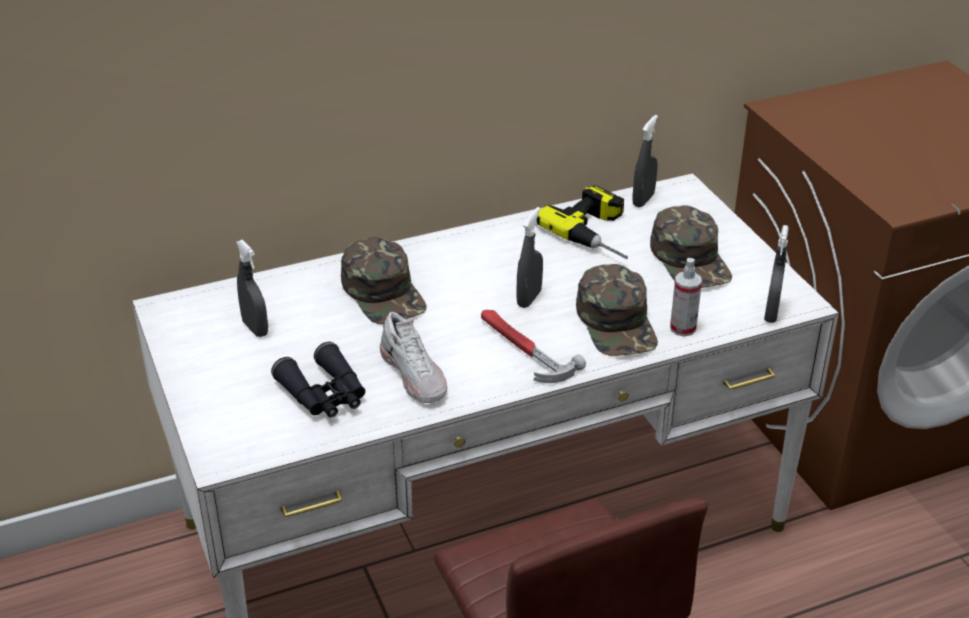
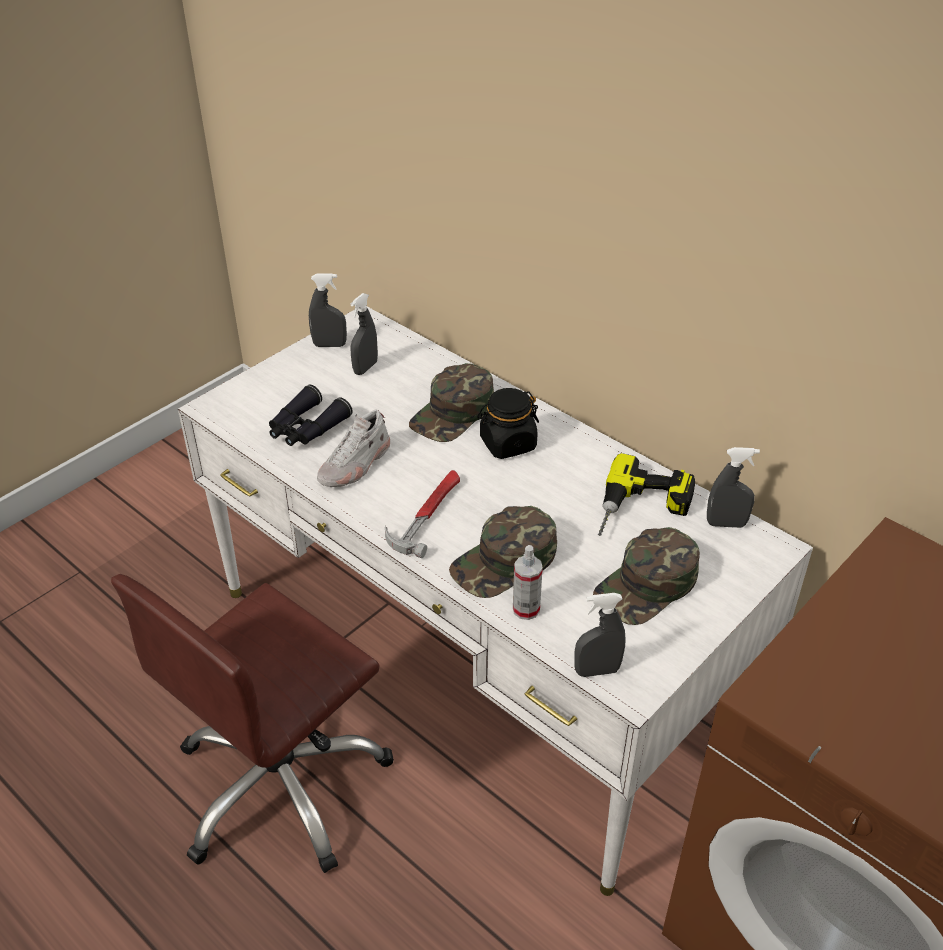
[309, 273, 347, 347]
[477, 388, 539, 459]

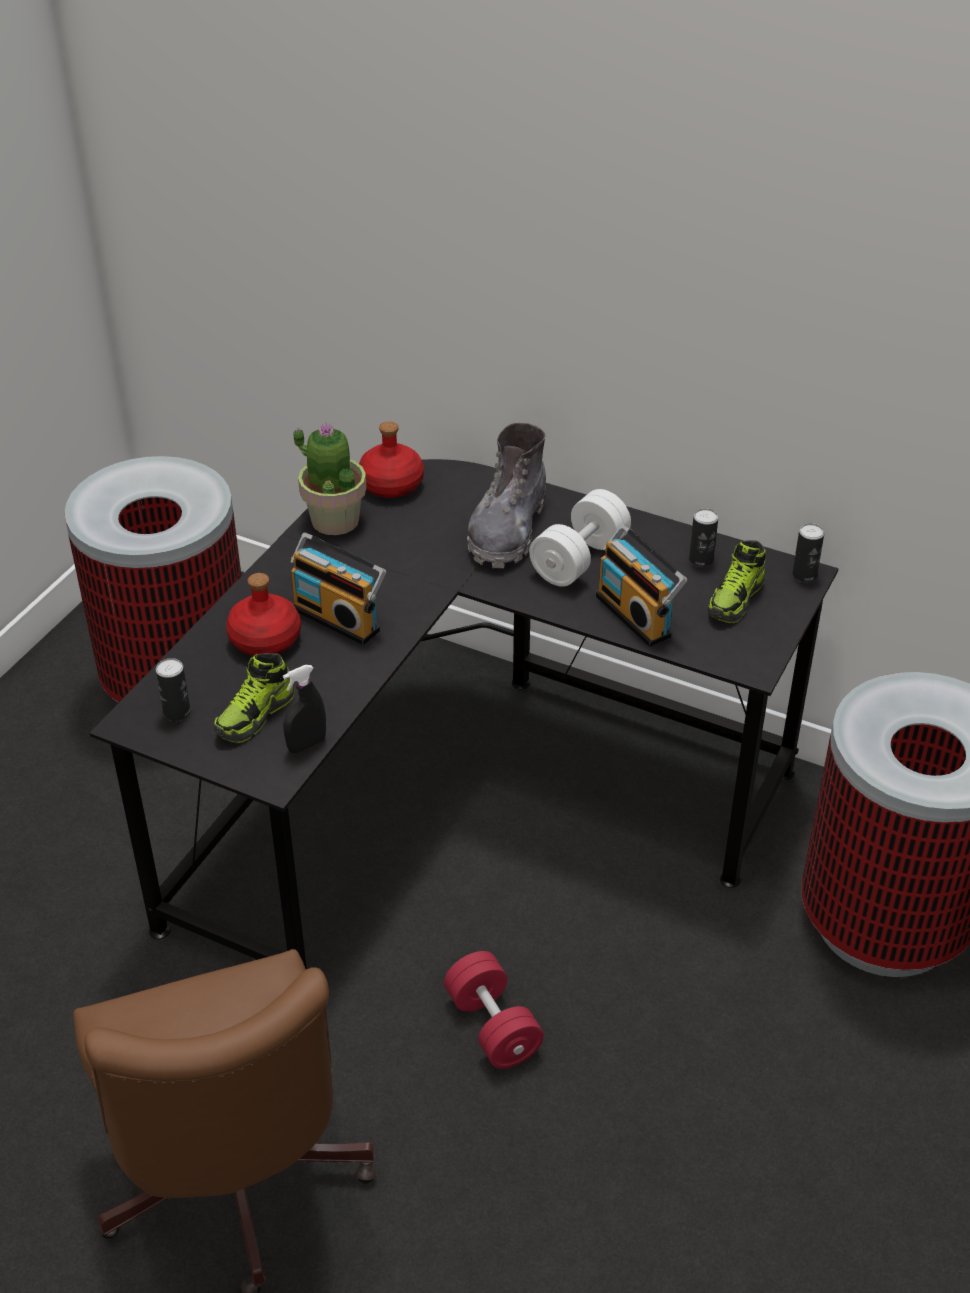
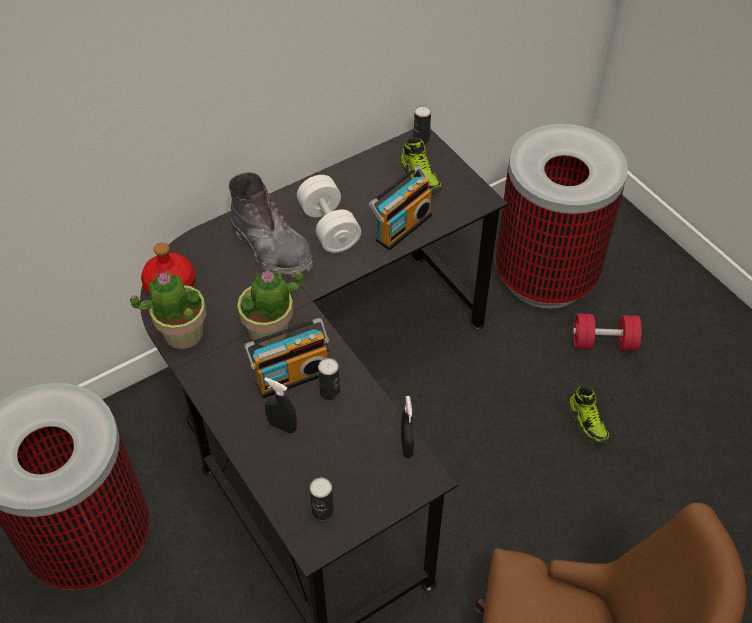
[237, 270, 304, 346]
[264, 377, 297, 434]
[318, 358, 340, 400]
[369, 166, 432, 250]
[569, 386, 609, 444]
[573, 313, 642, 351]

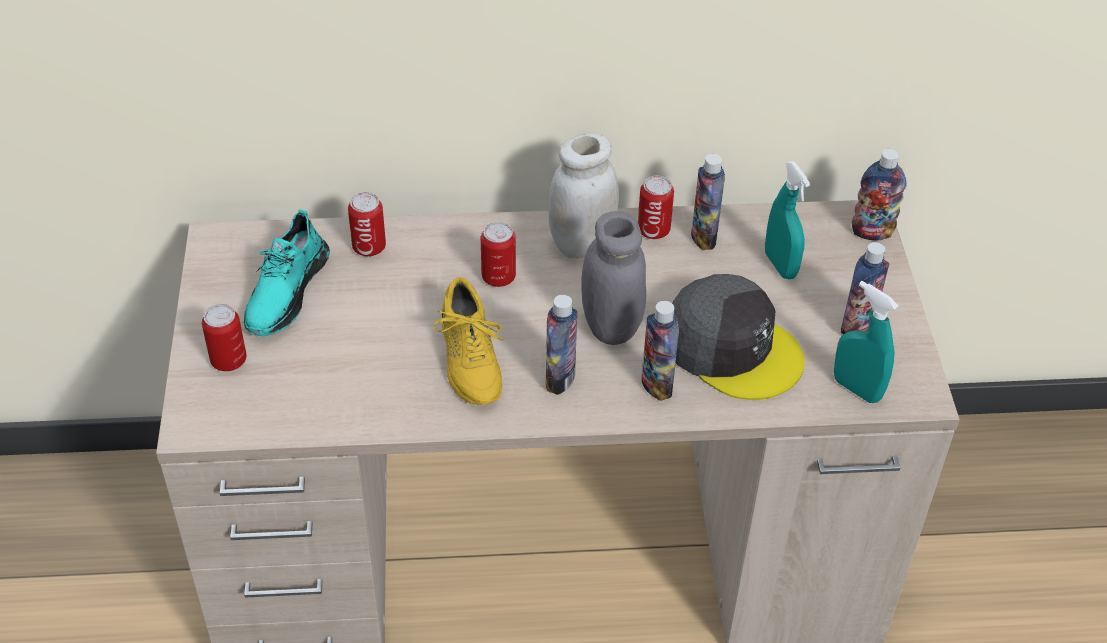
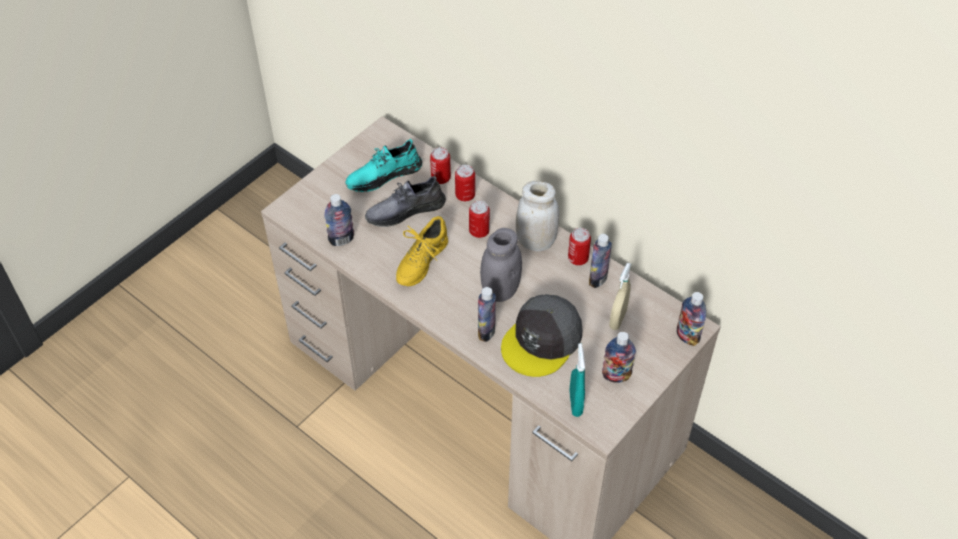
[324, 194, 354, 246]
[365, 176, 446, 227]
[455, 165, 475, 201]
[501, 294, 582, 377]
[609, 263, 631, 330]

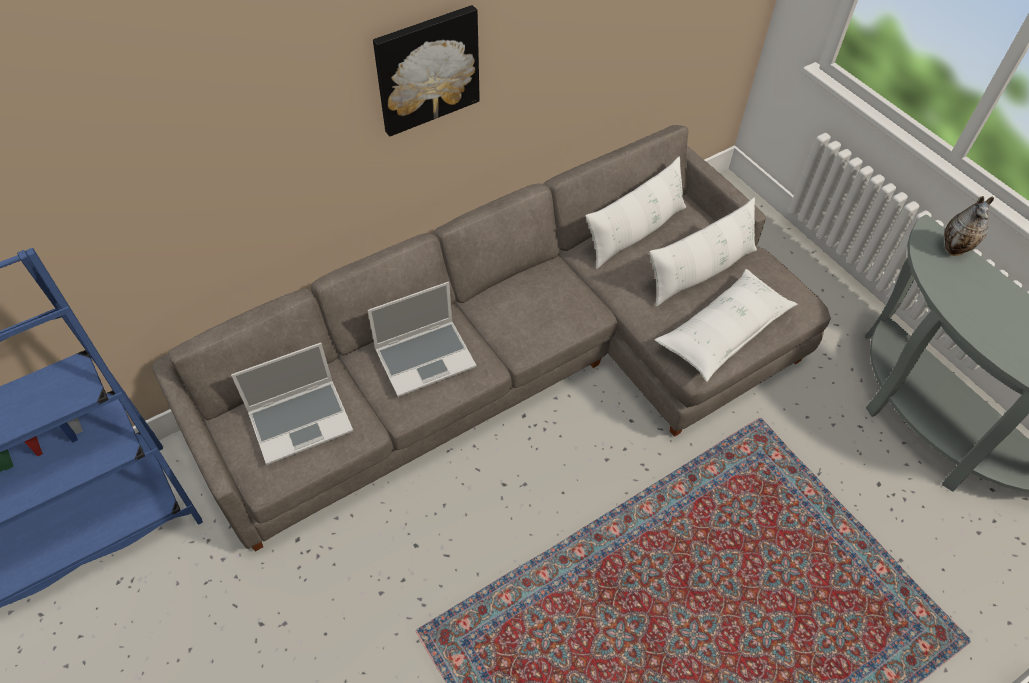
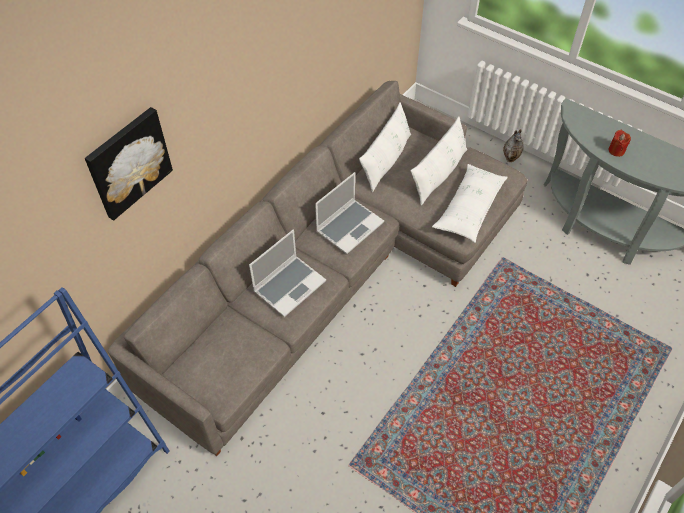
[85, 107, 173, 221]
[315, 172, 384, 254]
[503, 129, 524, 162]
[608, 130, 631, 157]

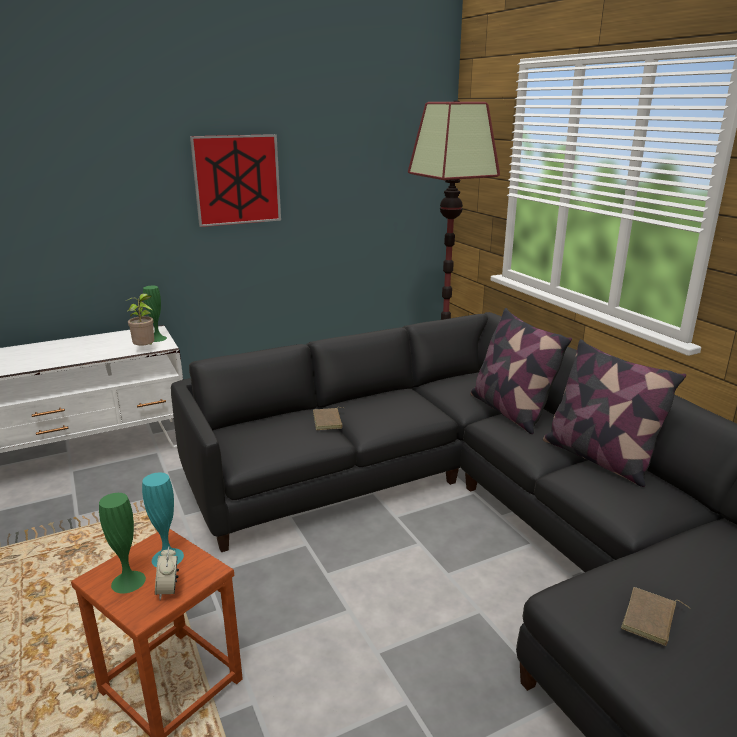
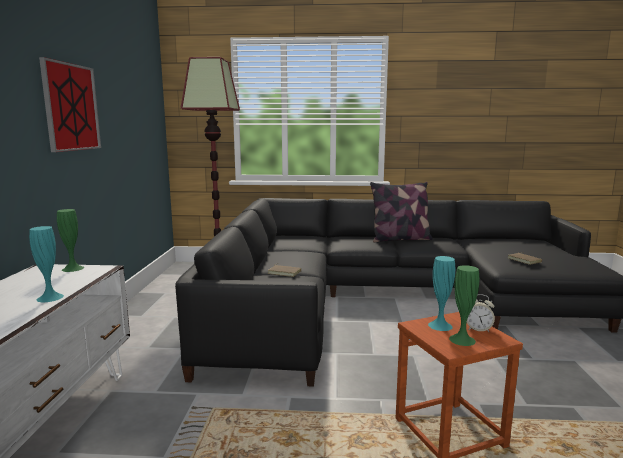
[29, 226, 64, 302]
[126, 294, 155, 346] (first image)
[470, 308, 572, 434] (first image)

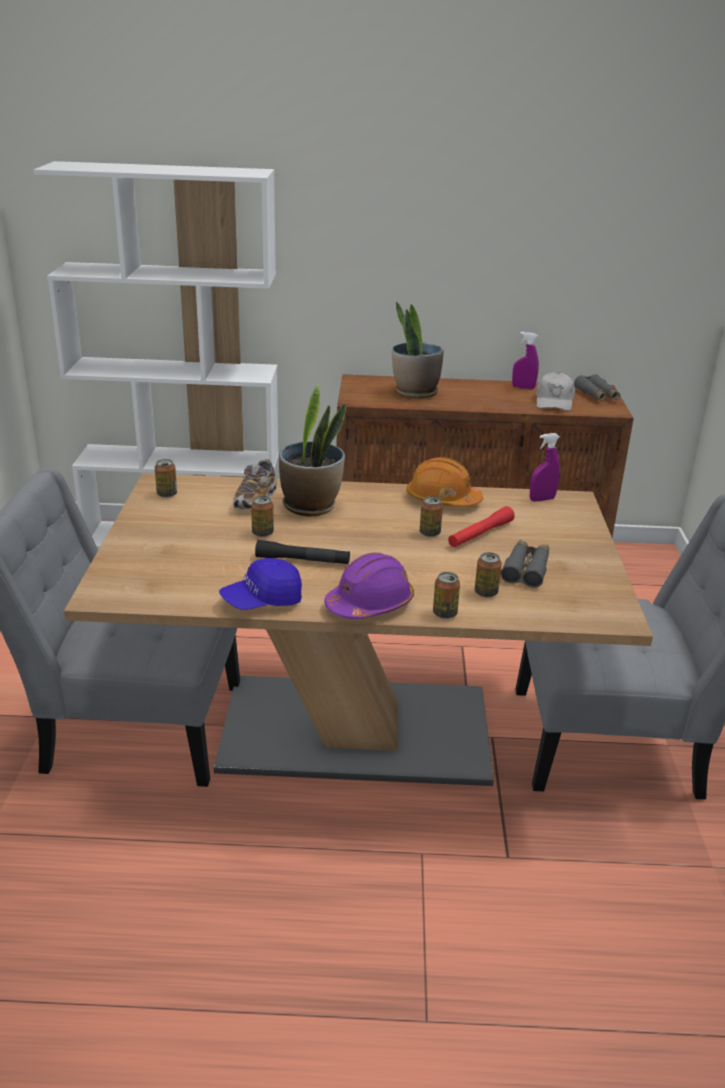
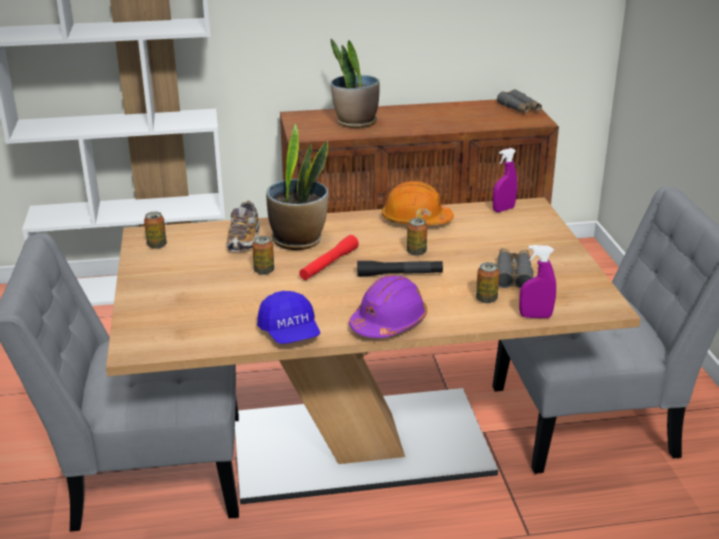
[257, 291, 320, 344]
[299, 235, 359, 280]
[357, 261, 443, 277]
[519, 245, 556, 318]
[433, 572, 460, 619] (first image)
[536, 372, 575, 411] (first image)

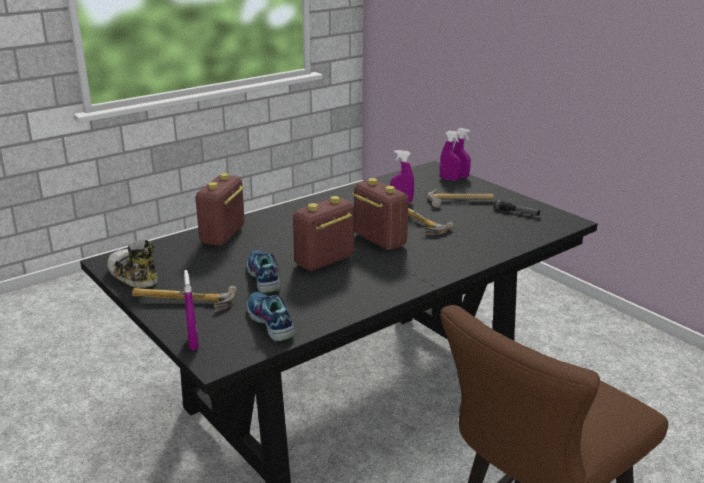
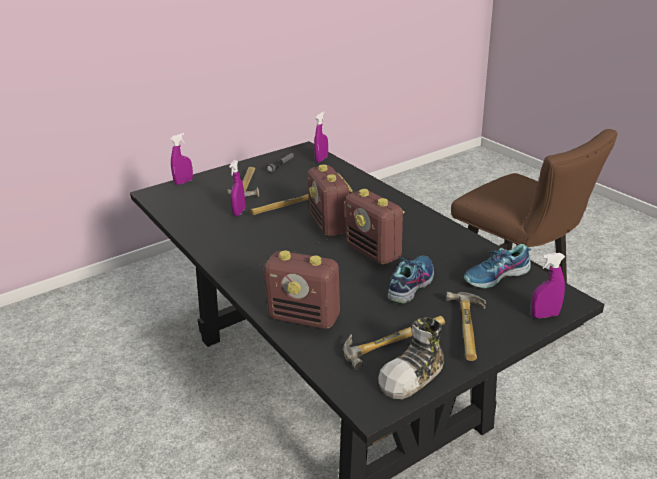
[308, 164, 353, 236]
[314, 112, 328, 162]
[343, 316, 445, 370]
[388, 254, 434, 304]

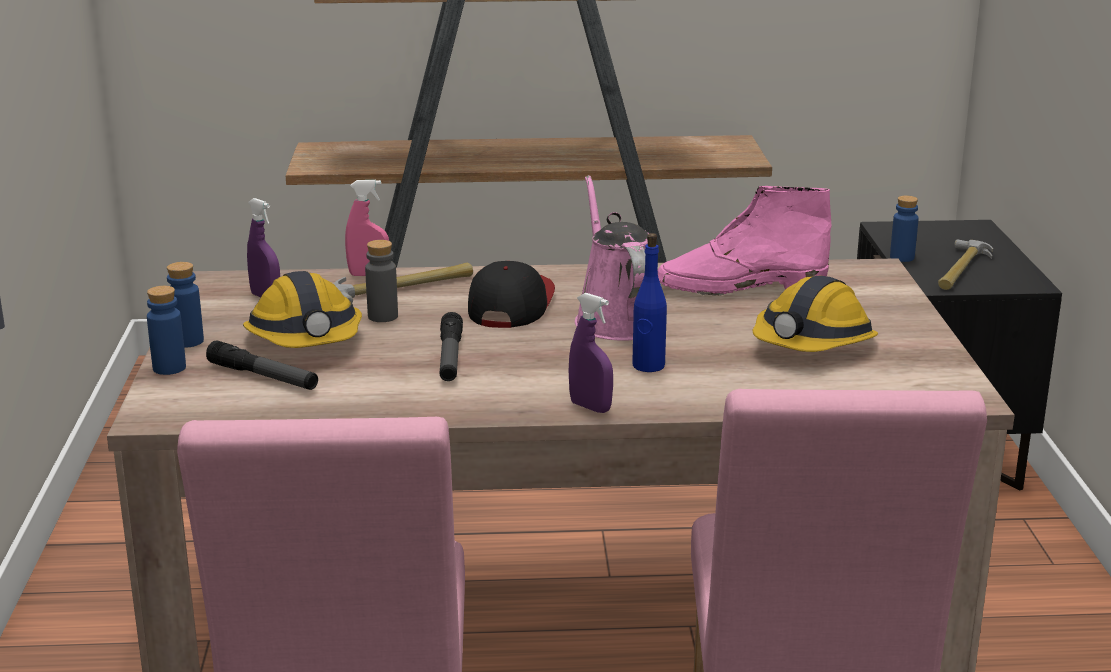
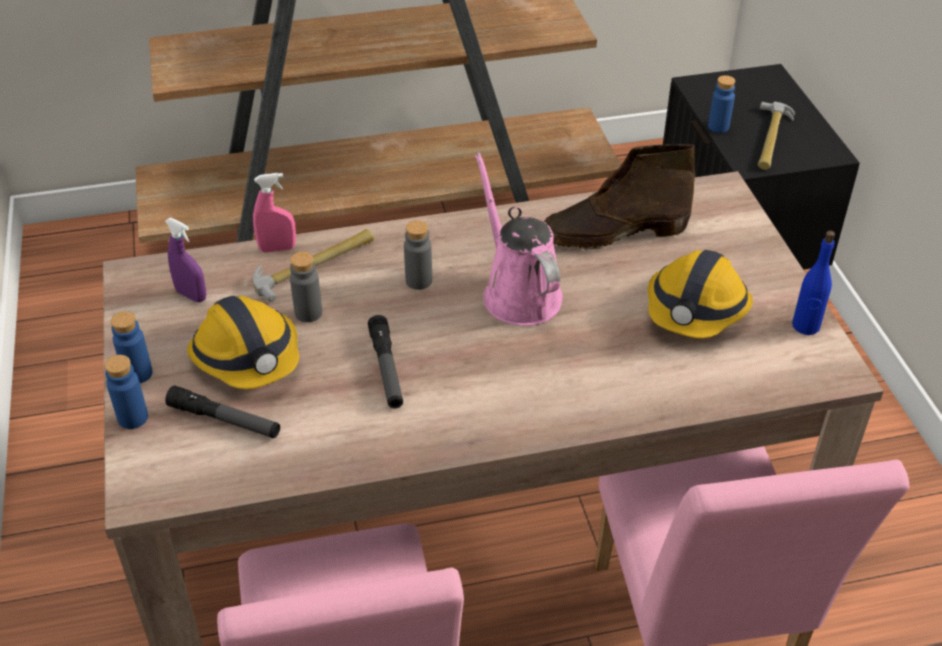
[404, 220, 432, 290]
[544, 144, 695, 250]
[792, 230, 835, 335]
[569, 293, 613, 413] (first image)

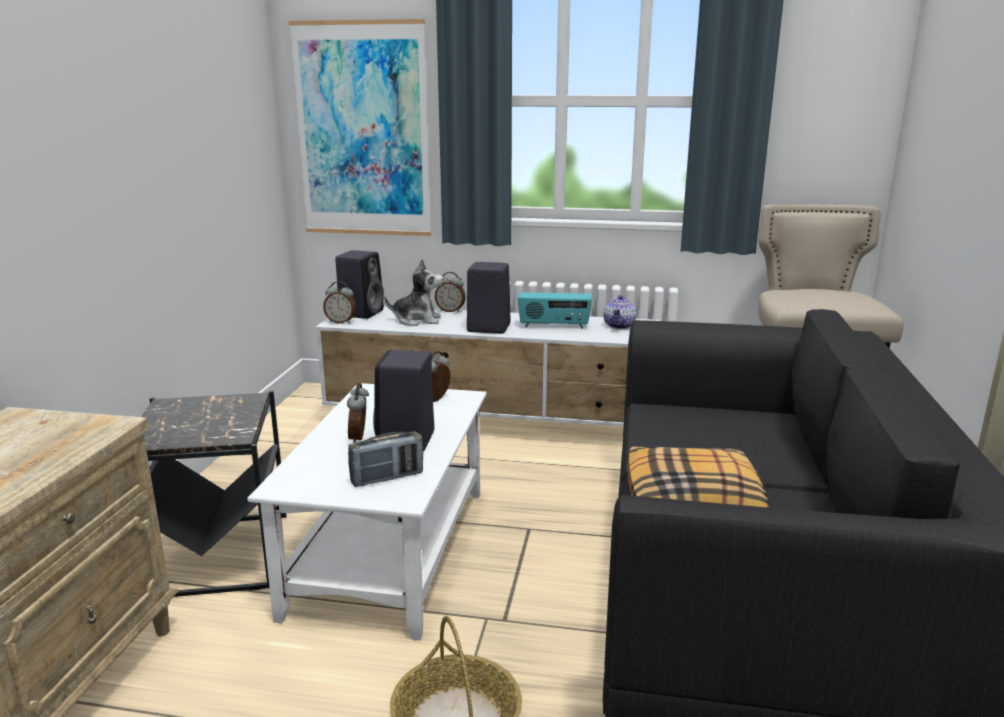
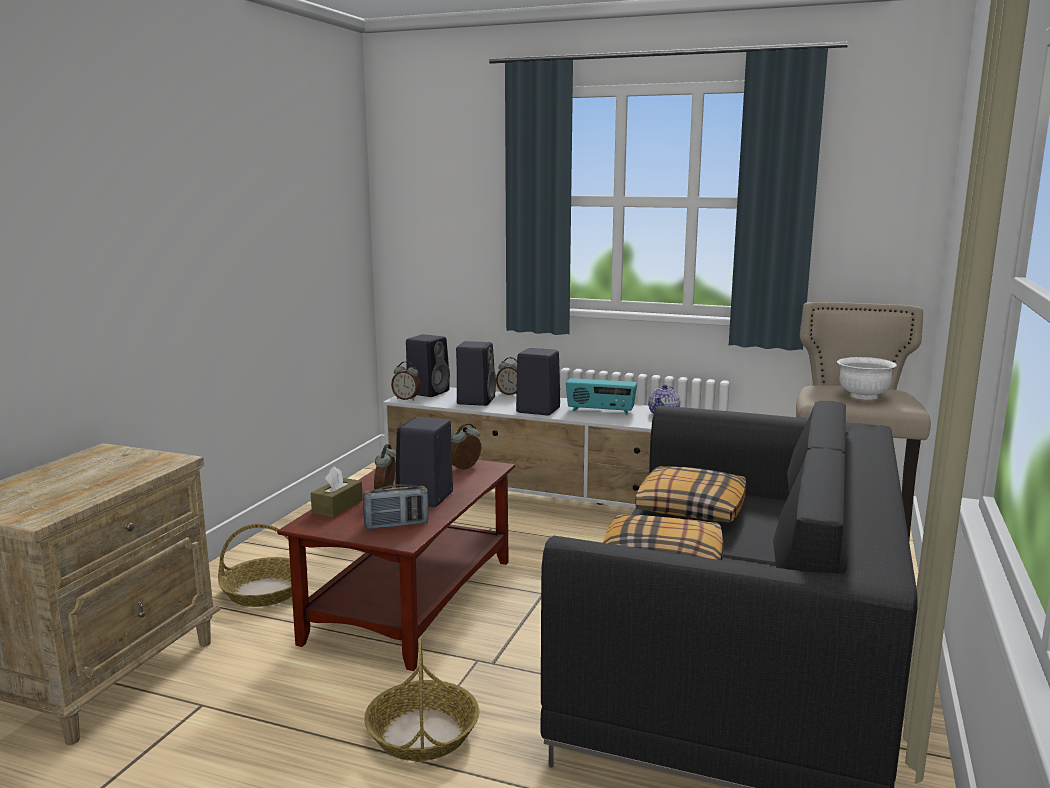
[218, 524, 292, 607]
[277, 457, 515, 671]
[311, 466, 363, 517]
[456, 341, 496, 406]
[635, 466, 746, 523]
[837, 357, 897, 400]
[289, 19, 431, 236] (first image)

